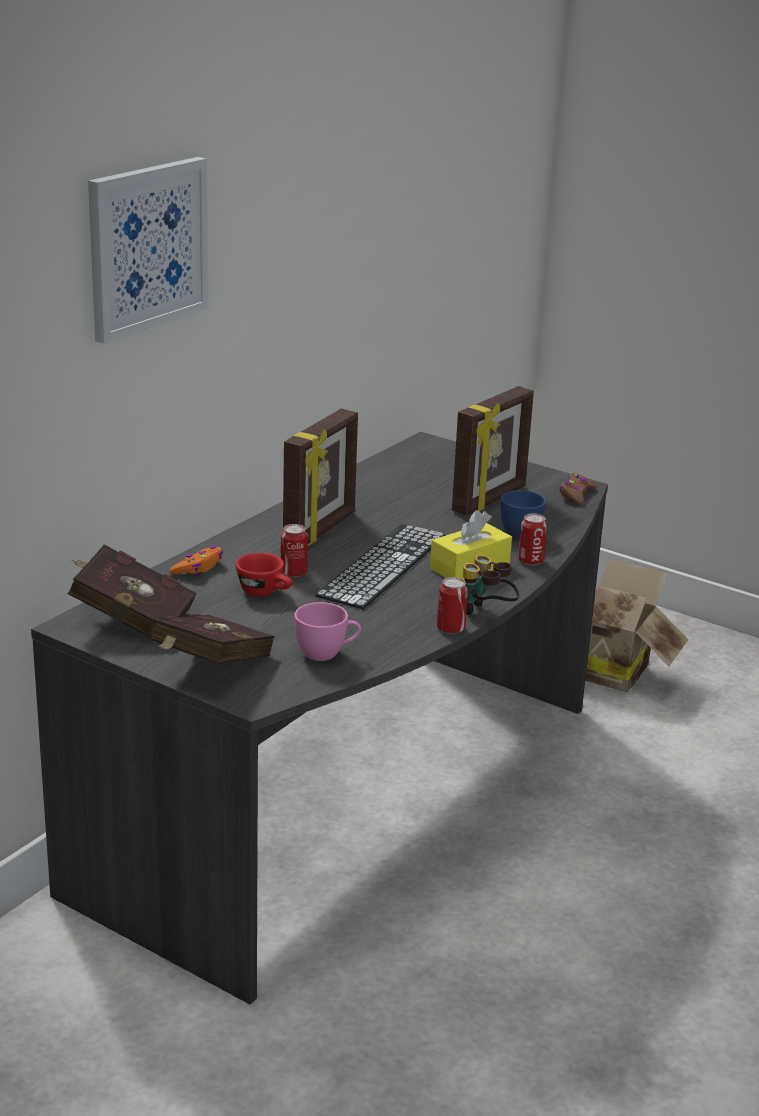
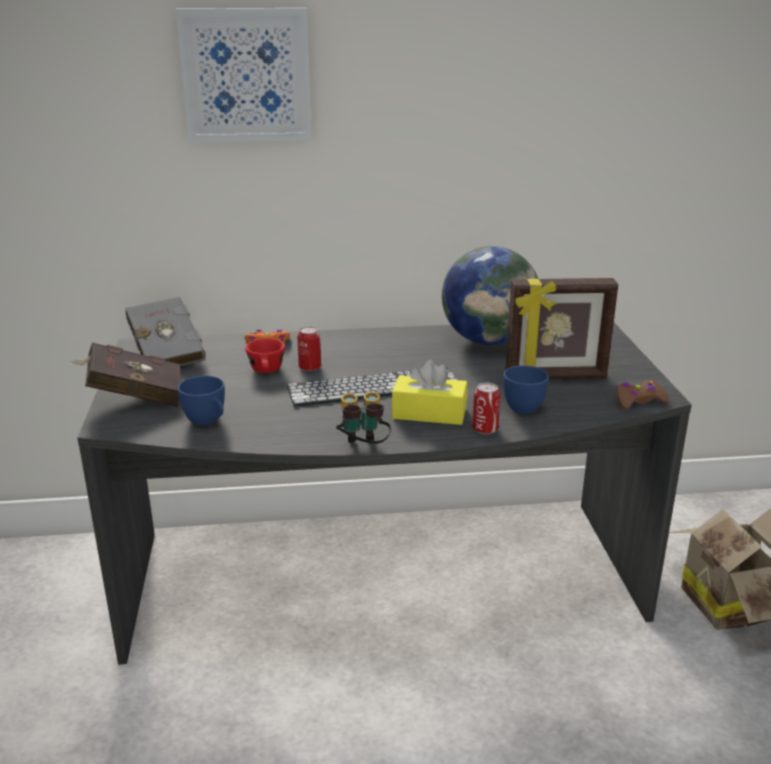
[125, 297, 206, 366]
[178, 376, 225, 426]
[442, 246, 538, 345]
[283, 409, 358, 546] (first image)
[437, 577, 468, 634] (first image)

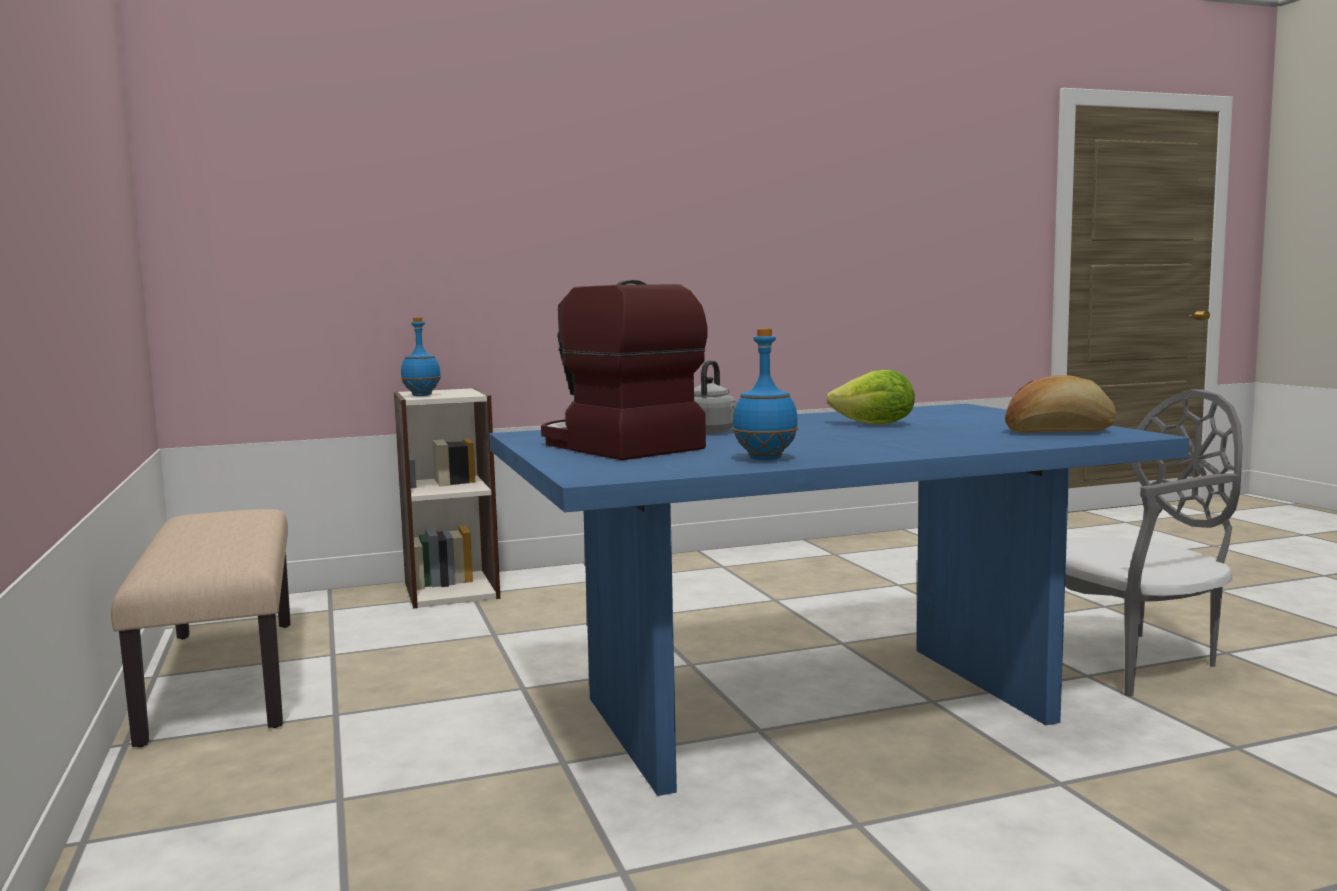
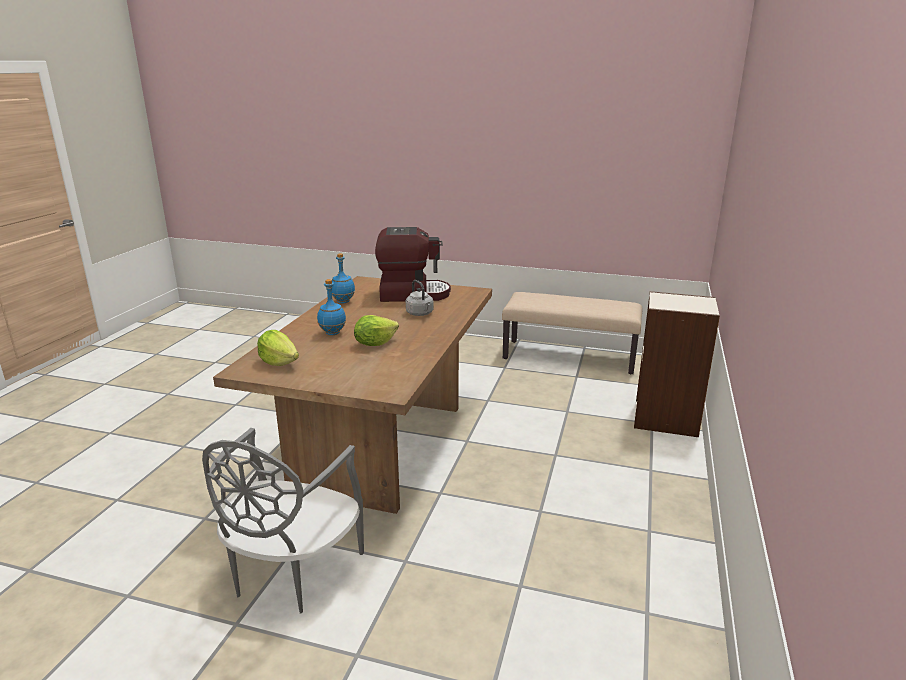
[213, 276, 492, 514]
[257, 330, 299, 366]
[317, 279, 346, 335]

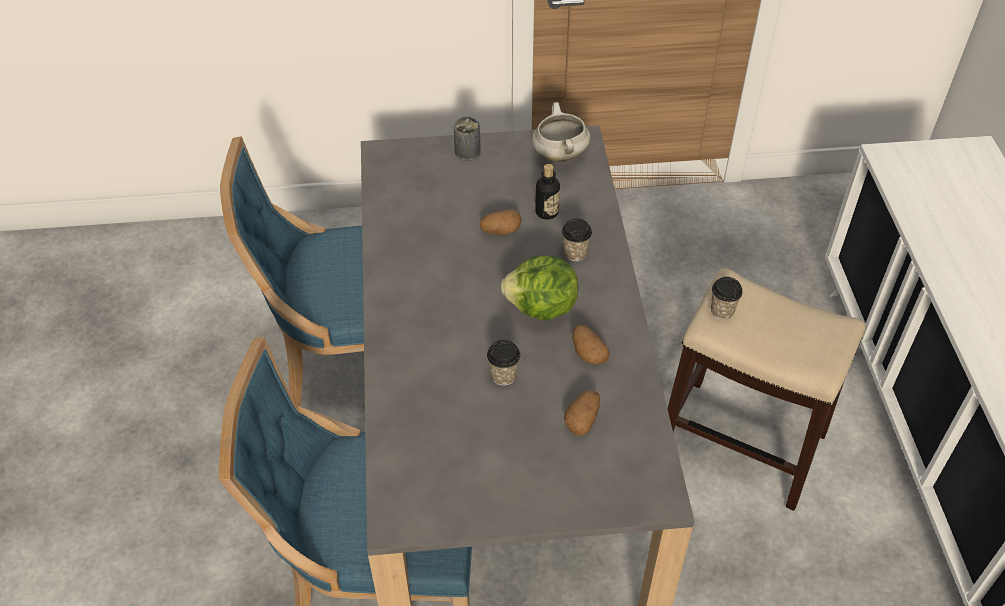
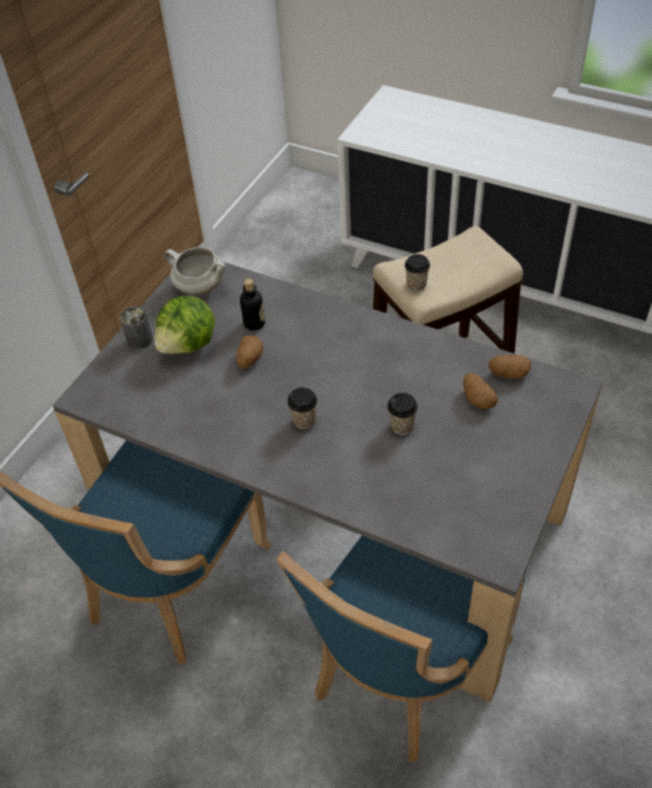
[155, 296, 215, 354]
[287, 387, 317, 429]
[488, 355, 531, 379]

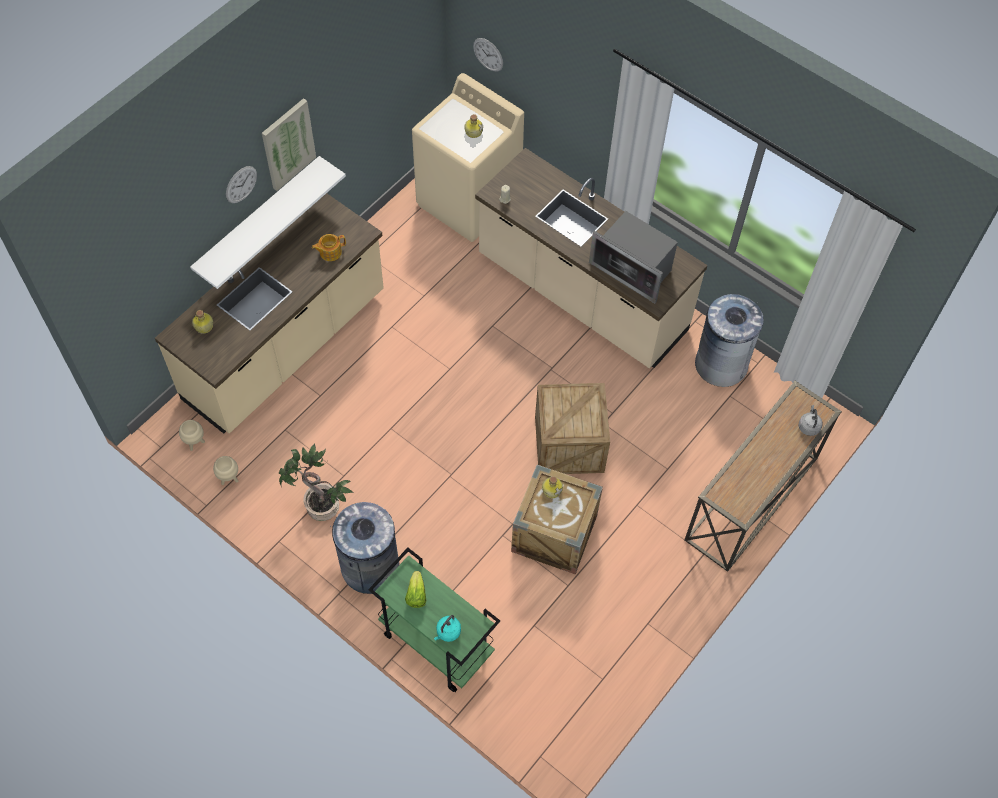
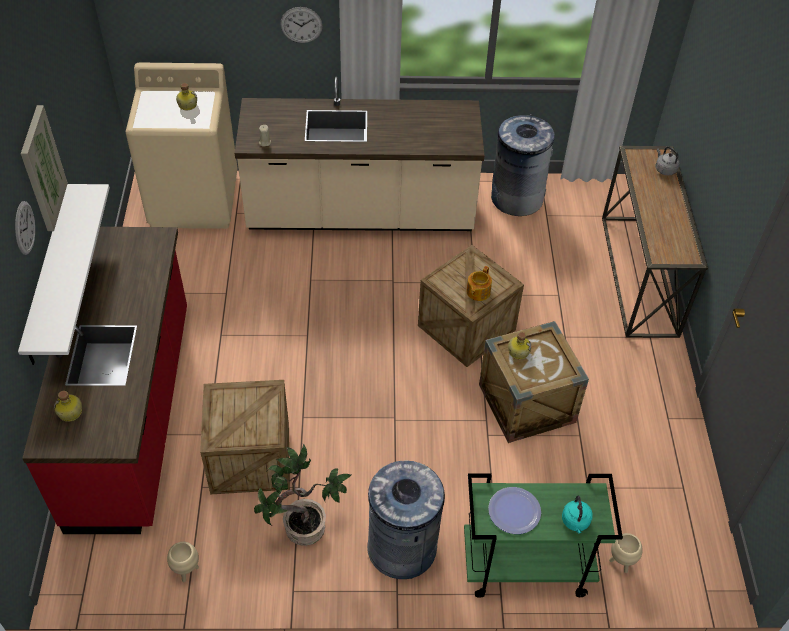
[22, 227, 187, 534]
[200, 380, 290, 495]
[280, 7, 322, 43]
[466, 266, 492, 301]
[488, 487, 541, 534]
[609, 533, 643, 573]
[589, 211, 678, 303] (first image)

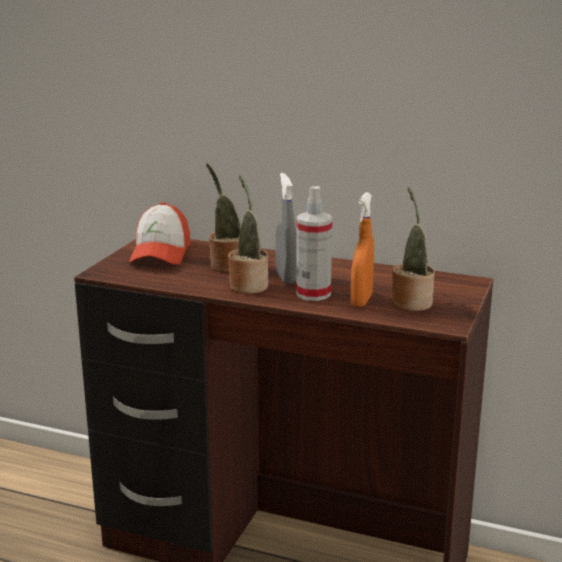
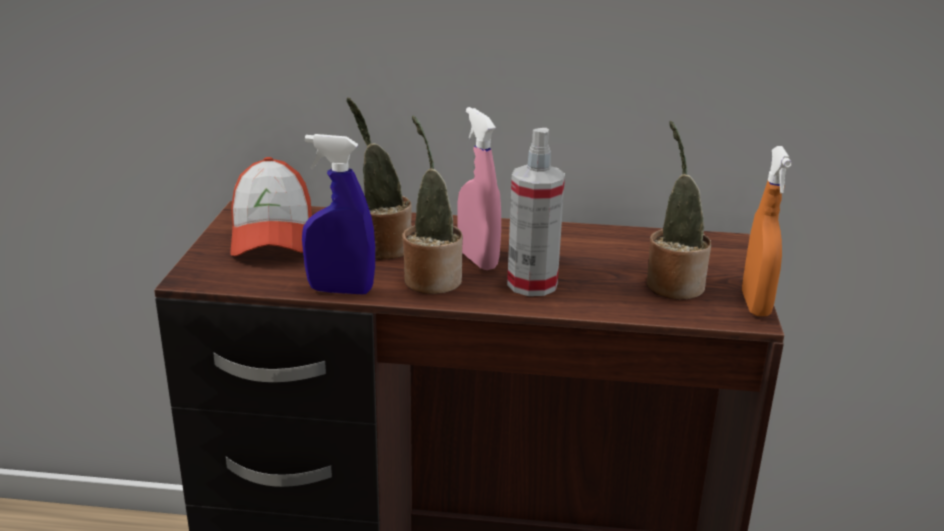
[302, 134, 375, 294]
[457, 107, 501, 270]
[742, 146, 792, 316]

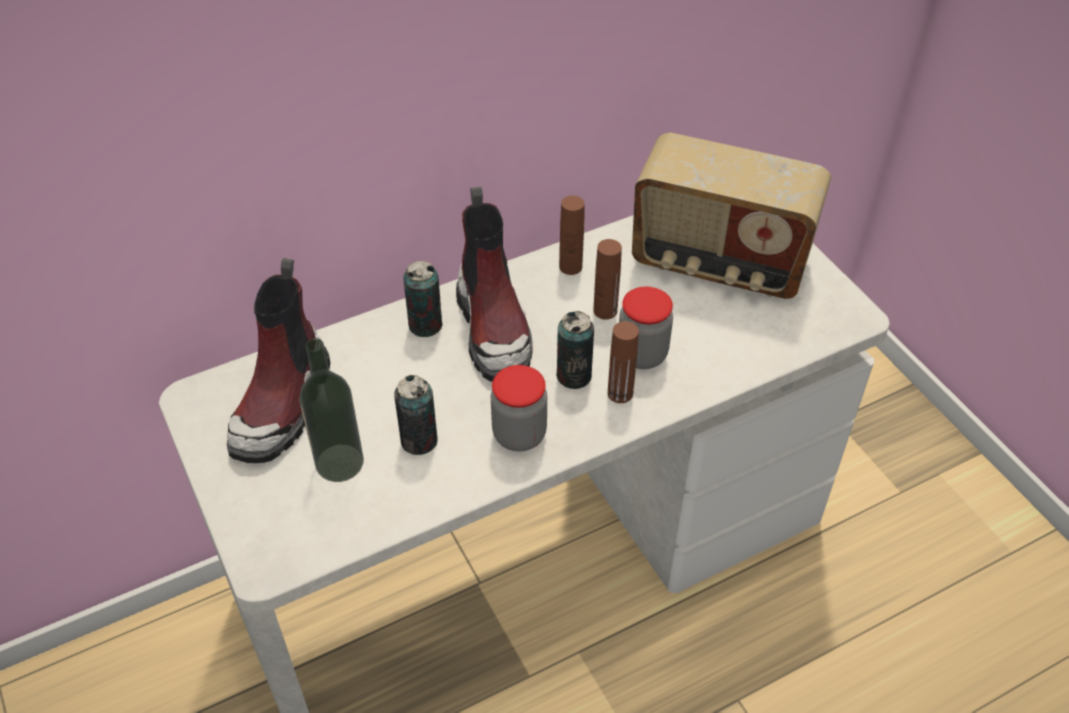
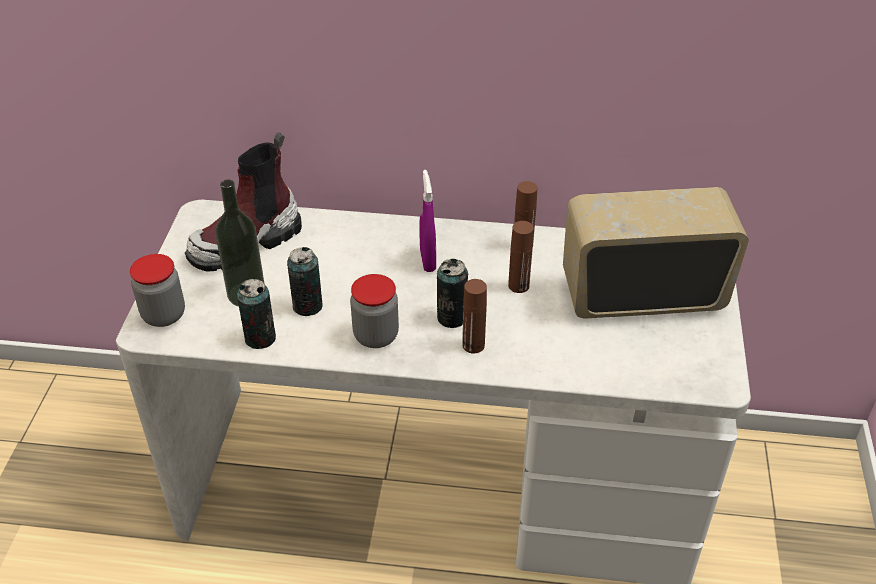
[130, 254, 185, 327]
[237, 279, 276, 349]
[420, 170, 436, 272]
[563, 187, 749, 319]

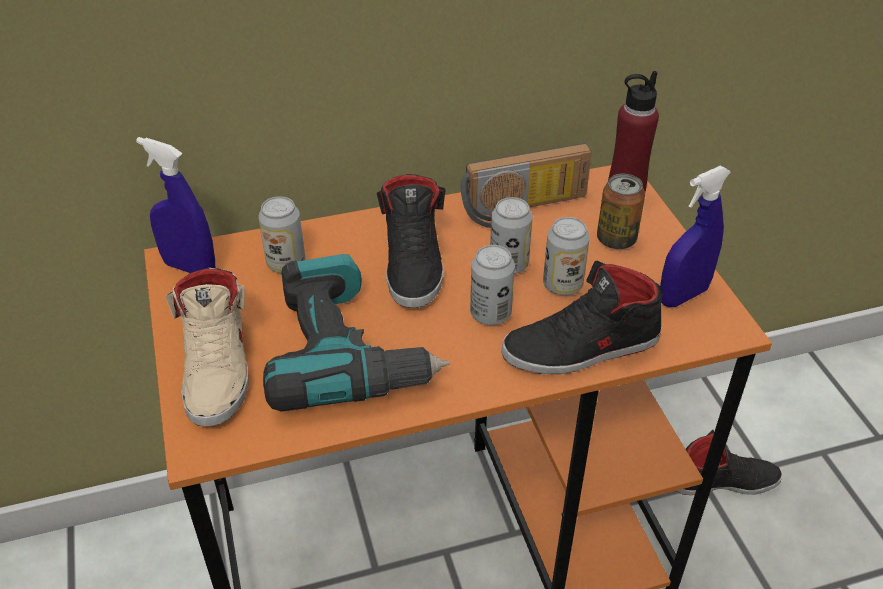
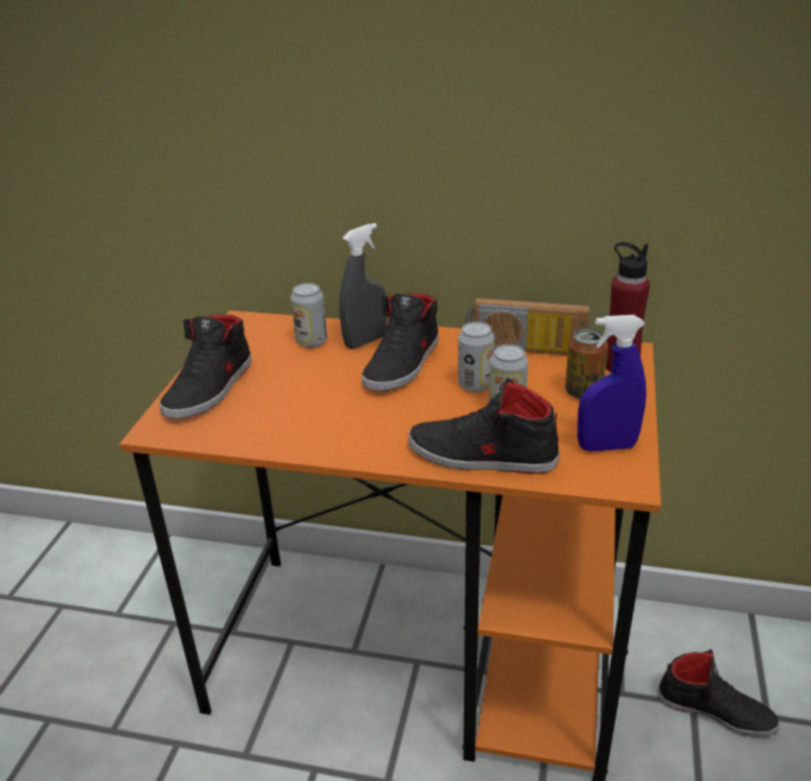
[159, 315, 252, 419]
[339, 223, 387, 349]
[136, 137, 215, 273] (first image)
[263, 254, 450, 412] (first image)
[470, 245, 515, 325] (first image)

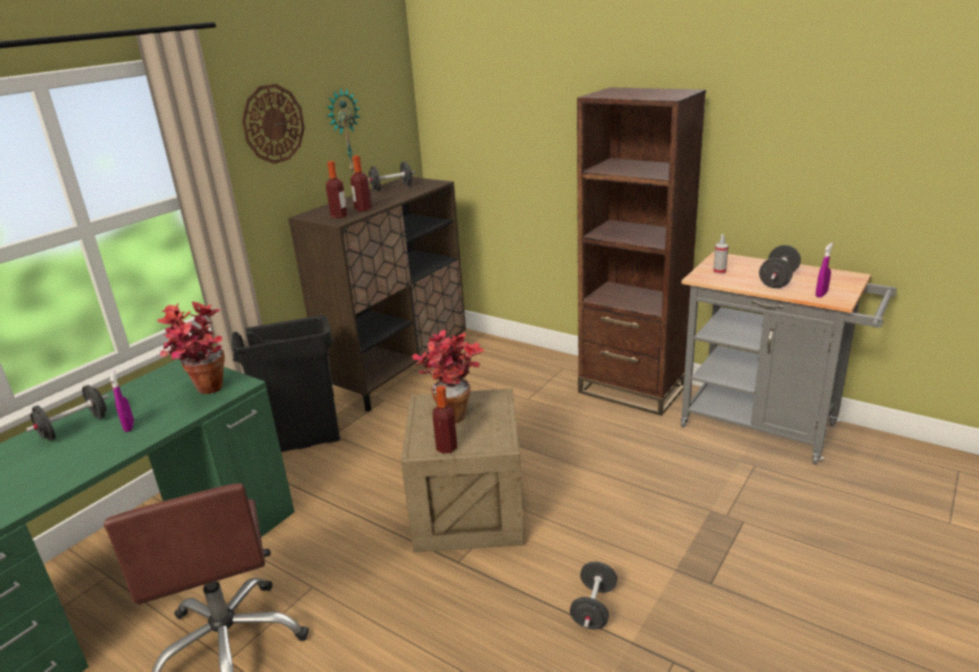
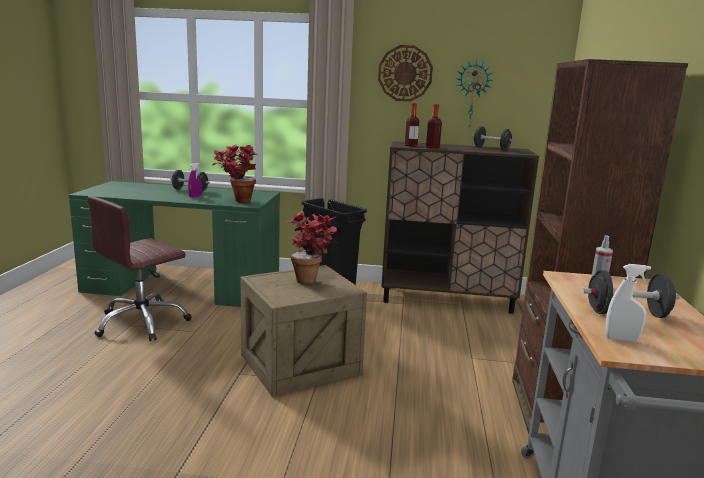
[605, 264, 651, 342]
[433, 386, 457, 454] (first image)
[570, 562, 617, 629] (first image)

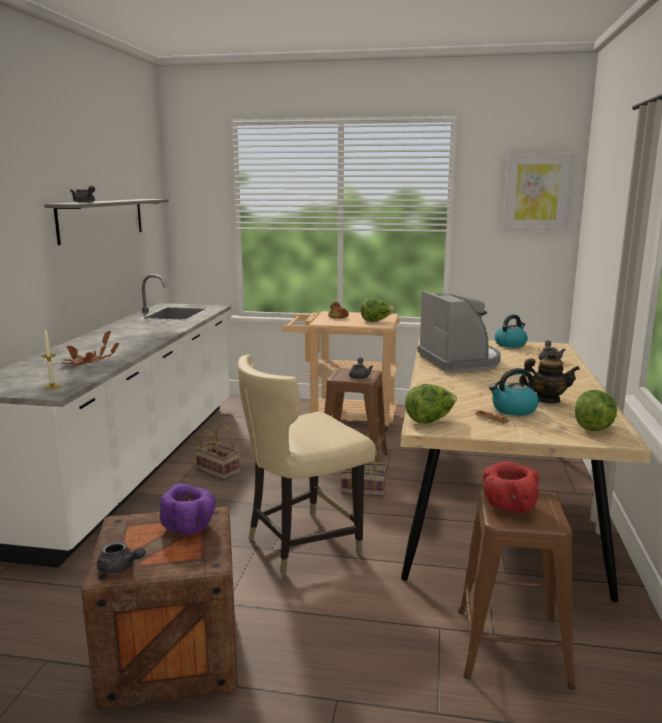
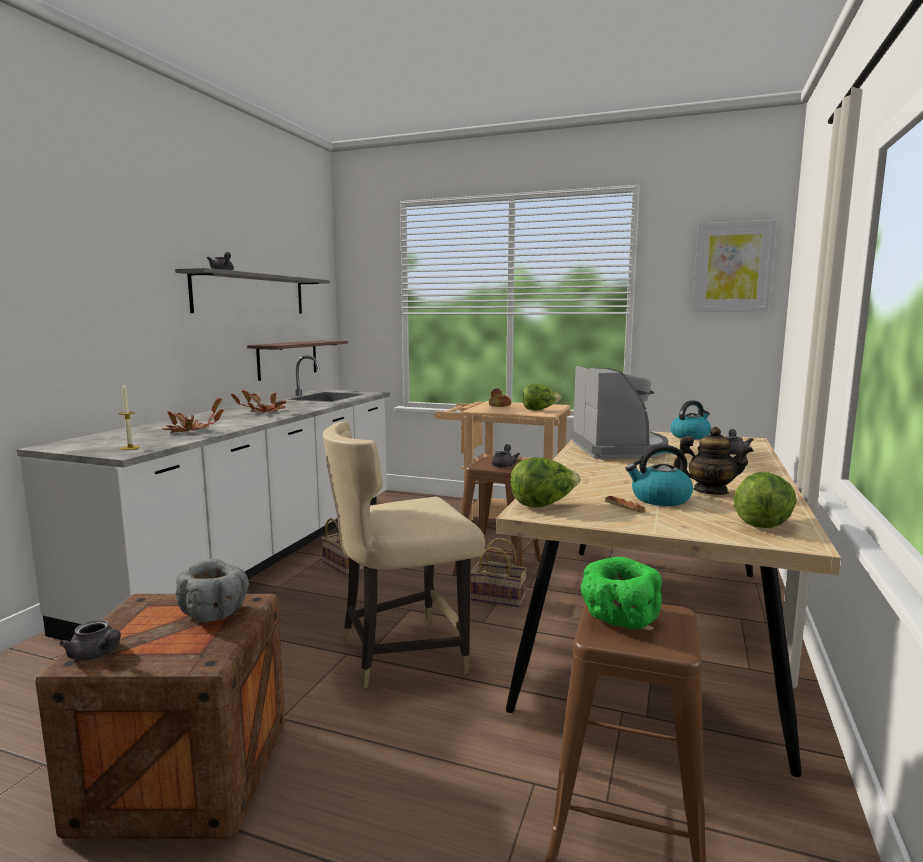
[176, 559, 249, 622]
[231, 390, 286, 412]
[247, 340, 348, 381]
[580, 557, 662, 629]

